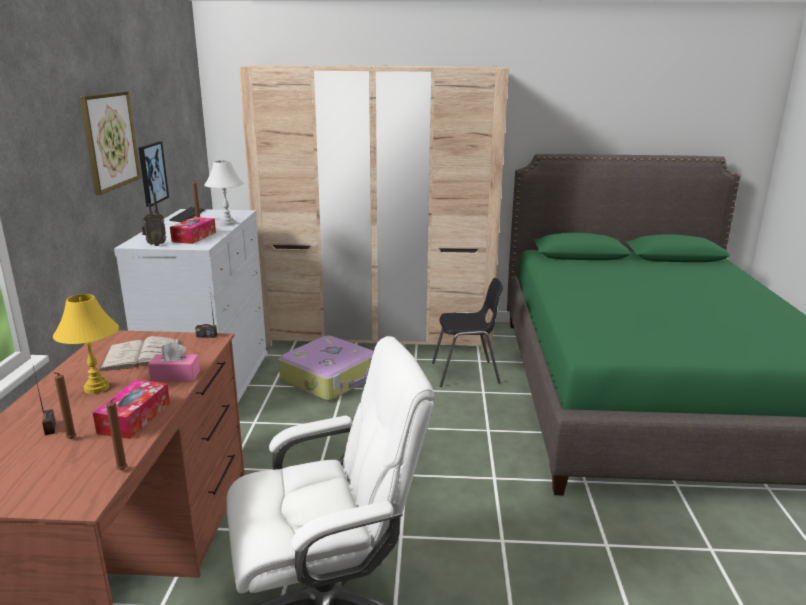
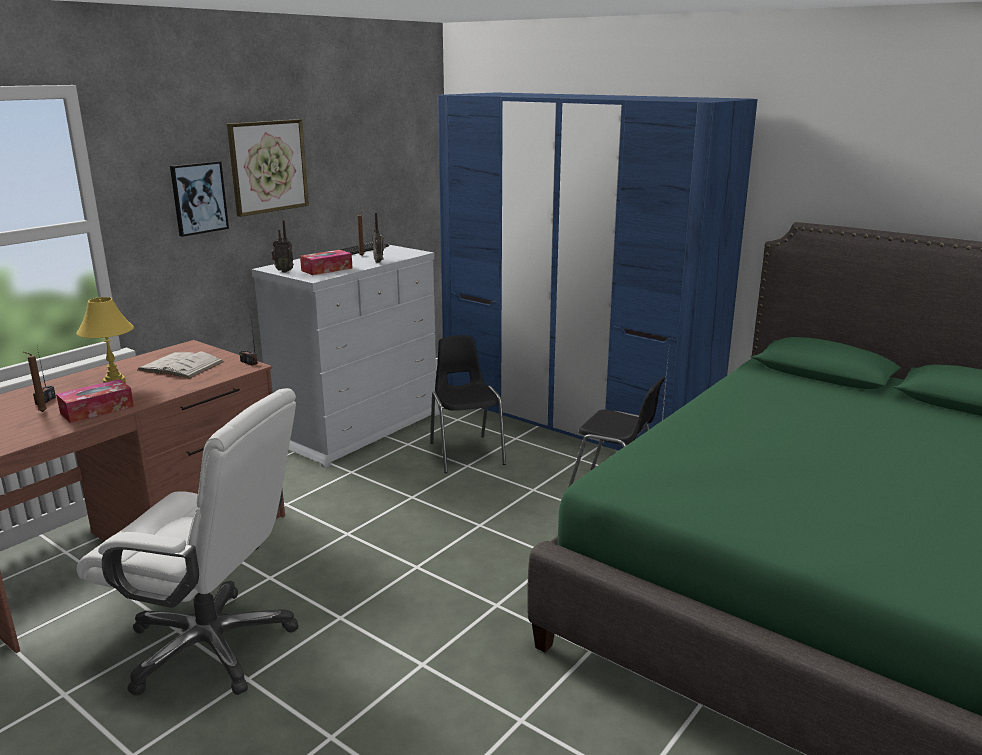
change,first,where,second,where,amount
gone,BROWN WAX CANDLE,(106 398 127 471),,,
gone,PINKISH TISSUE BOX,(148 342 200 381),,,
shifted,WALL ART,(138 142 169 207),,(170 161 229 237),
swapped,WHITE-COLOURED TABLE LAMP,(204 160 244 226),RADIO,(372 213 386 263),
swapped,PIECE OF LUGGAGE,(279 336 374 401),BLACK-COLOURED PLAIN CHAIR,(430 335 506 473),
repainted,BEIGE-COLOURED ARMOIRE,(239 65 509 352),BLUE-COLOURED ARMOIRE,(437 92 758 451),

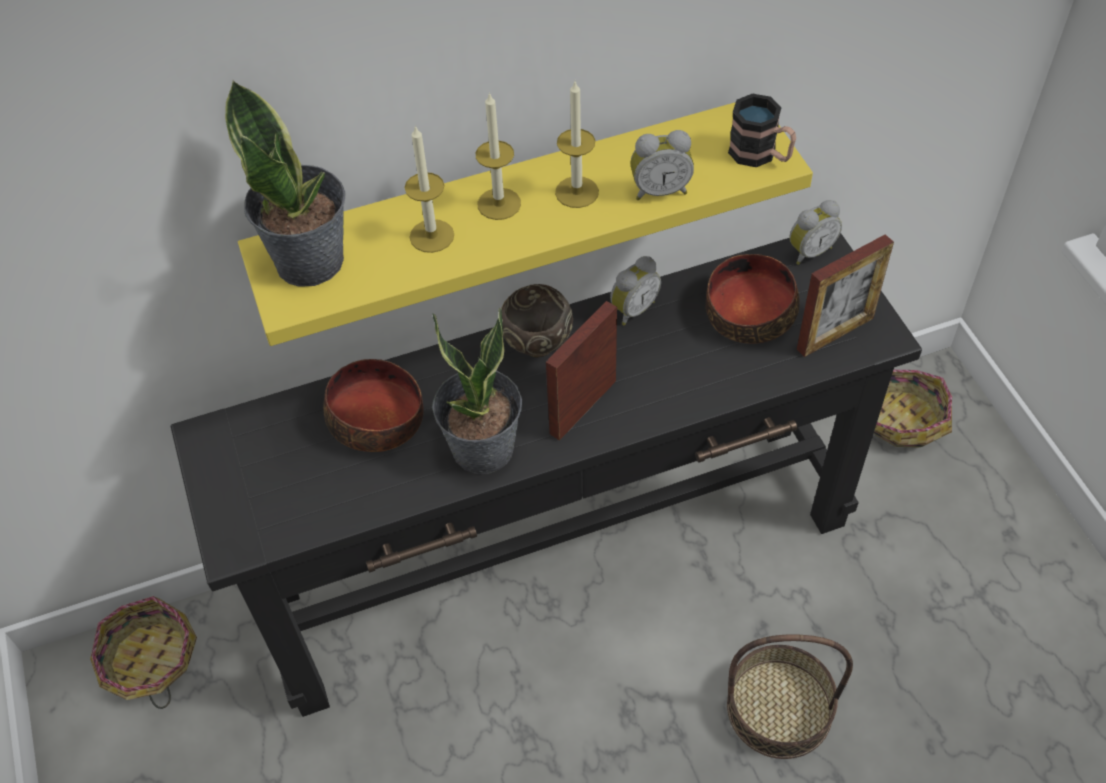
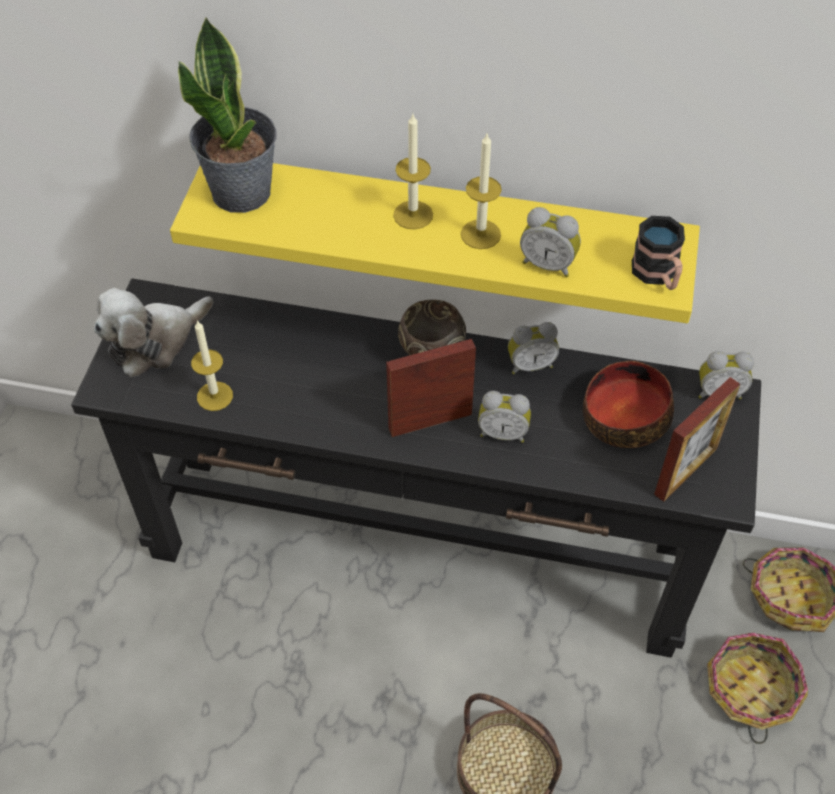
change,first,where,second,where,amount
gone,BOWL,(323 359 424 452),,,
gone,HOUSEPLANT,(432 308 522 474),,,
new,,,SOFT TOY,(94 288 213 377),
new,,,ALARM CLOCK,(478 391 531 443),
shifted,HOUSEHOLD BASKET,(90 596 197 709),,(707 633 808 744),
shifted,WAX CANDLE,(405 126 454 253),,(191 320 233 411),
rotated,STANDING FRAME,(797 234 894 357),,(654 377 740 502),45 degrees counterclockwise

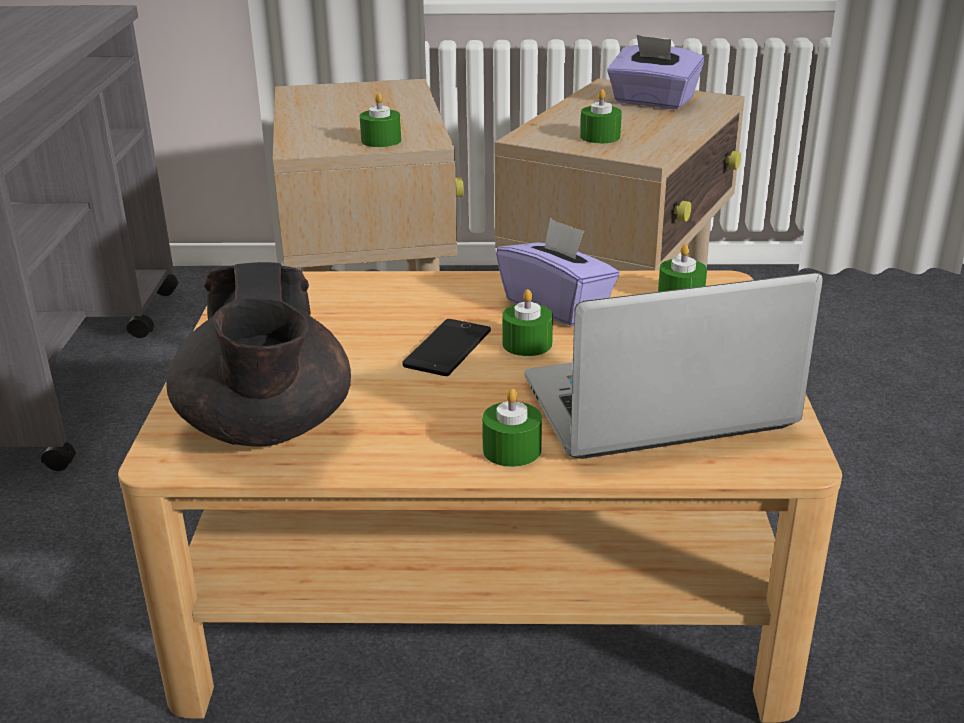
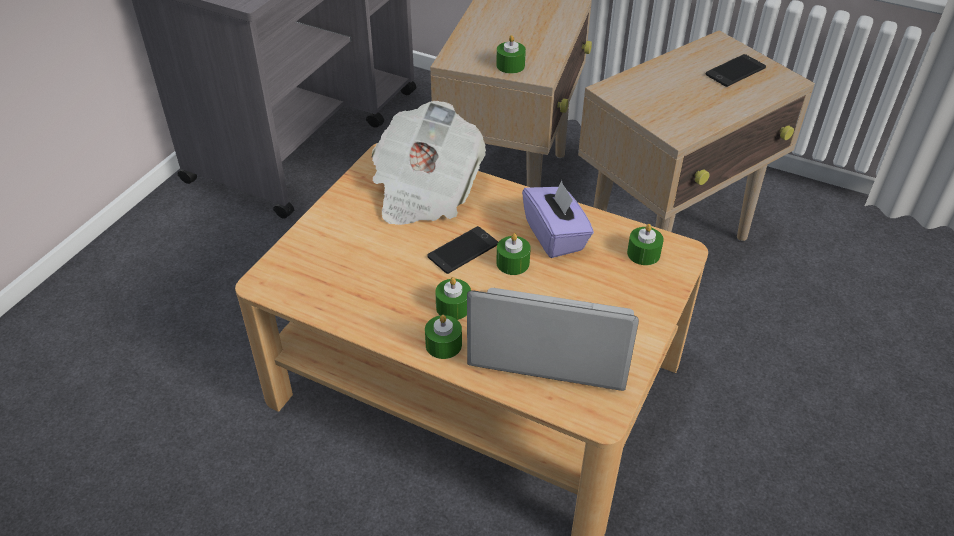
change,first,where,second,where,amount
gone,BLACK-COLOURED TEAPOT,(166 262 351 447),,,
new,,,NEWSPAPER,(371 101 486 225),
shifted,GREEN WAX CANDLE,(580 89 622 143),,(435 277 471 320),
swapped,PURPLE-COLOURED TISSUE BOX,(607 35 704 109),HANDSET,(706 54 766 87),

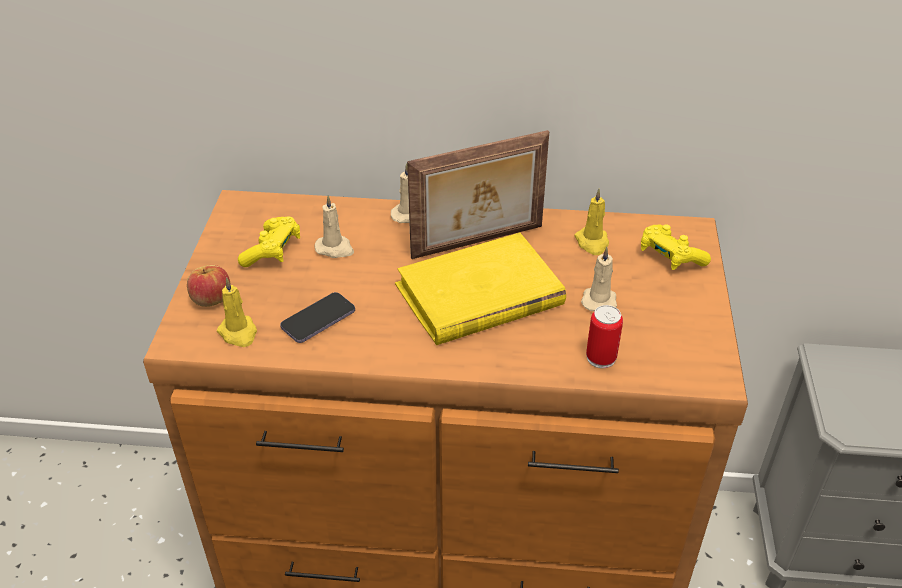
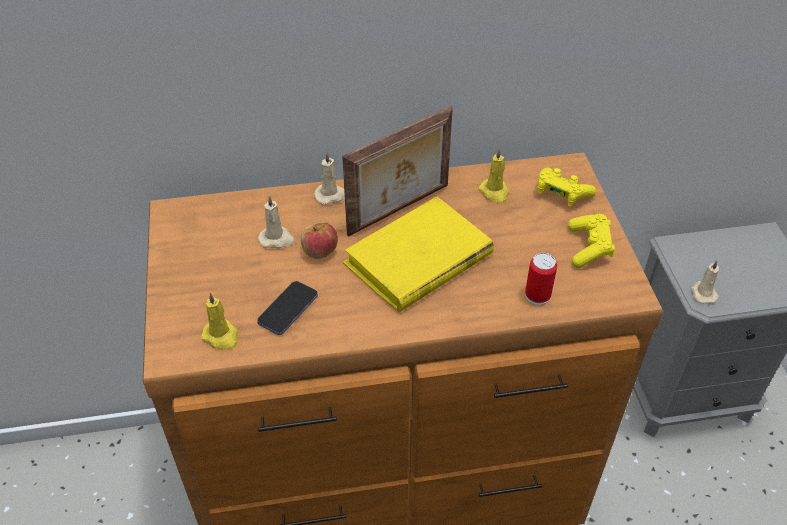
change,first,where,second,where,amount
shifted,APPLE,(187 265 230 307),,(301 222 338 259),
shifted,YELLOWISH JOYPAD,(238 216 300 267),,(568 214 615 268),
shifted,BEIGE-COLOURED WAX CANDLE,(581 247 617 311),,(691 261 719 304),

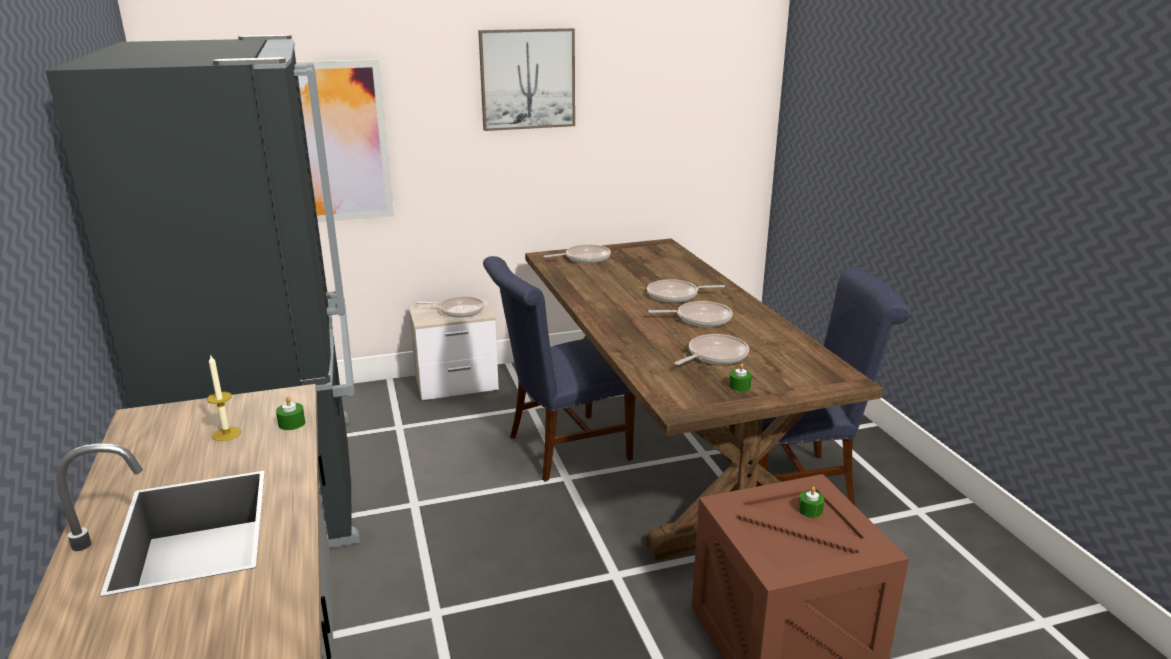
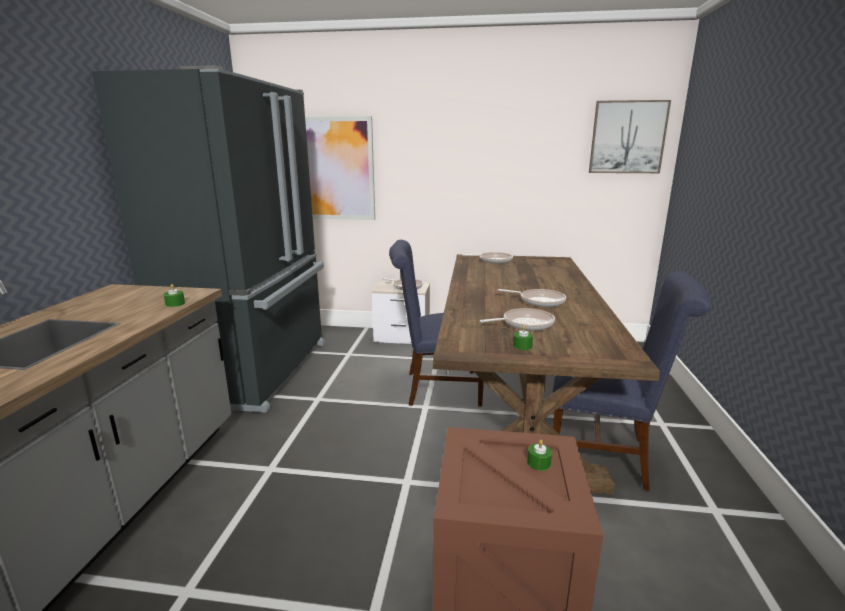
change,first,where,second,where,amount
gone,WAX CANDLE,(206 354 241 441),,,
gone,SKILLET,(647 279 725 303),,,
shifted,WALL ART,(478 28 575 131),,(589 100 671 173),

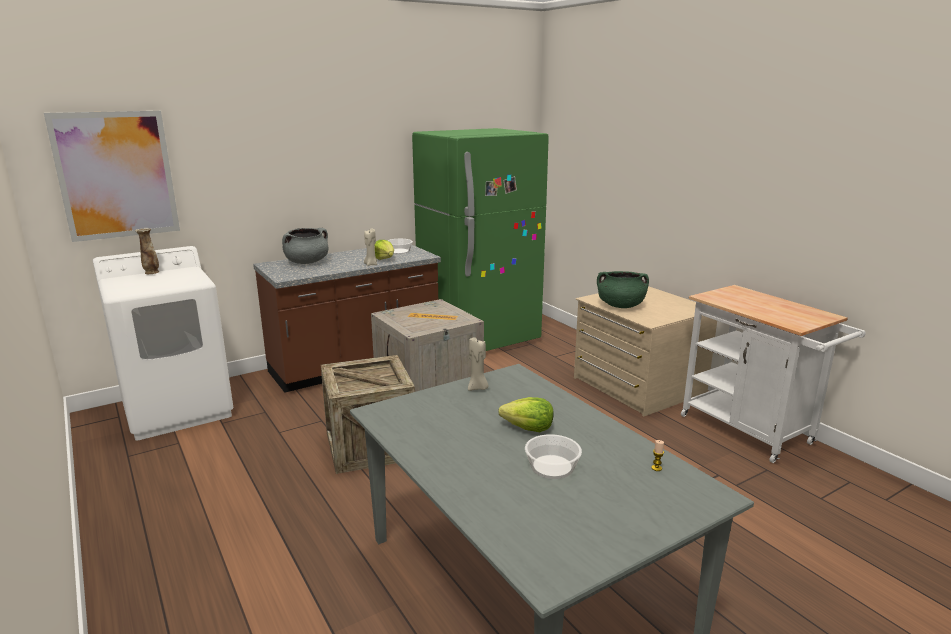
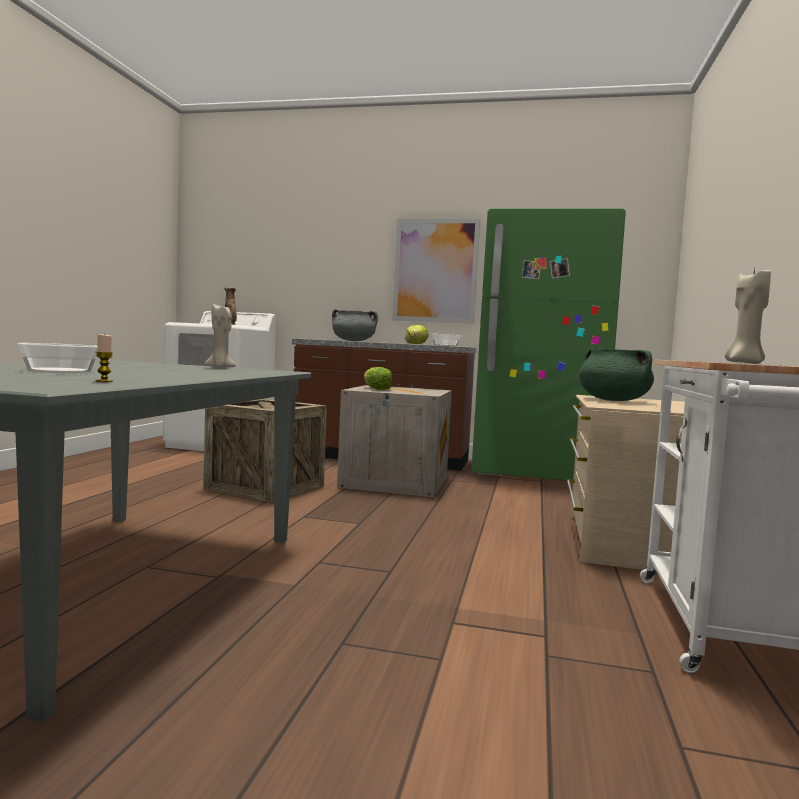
change,first,where,second,where,amount
shifted,WALL ART,(44 111 180 242),,(392 218 480 324),
shifted,BEIGE-COLOURED WAX CANDLE,(364 228 377 266),,(725 268 771 364),
shifted,LETTUCE HEAD,(498 397 554 432),,(364 367 392 390),

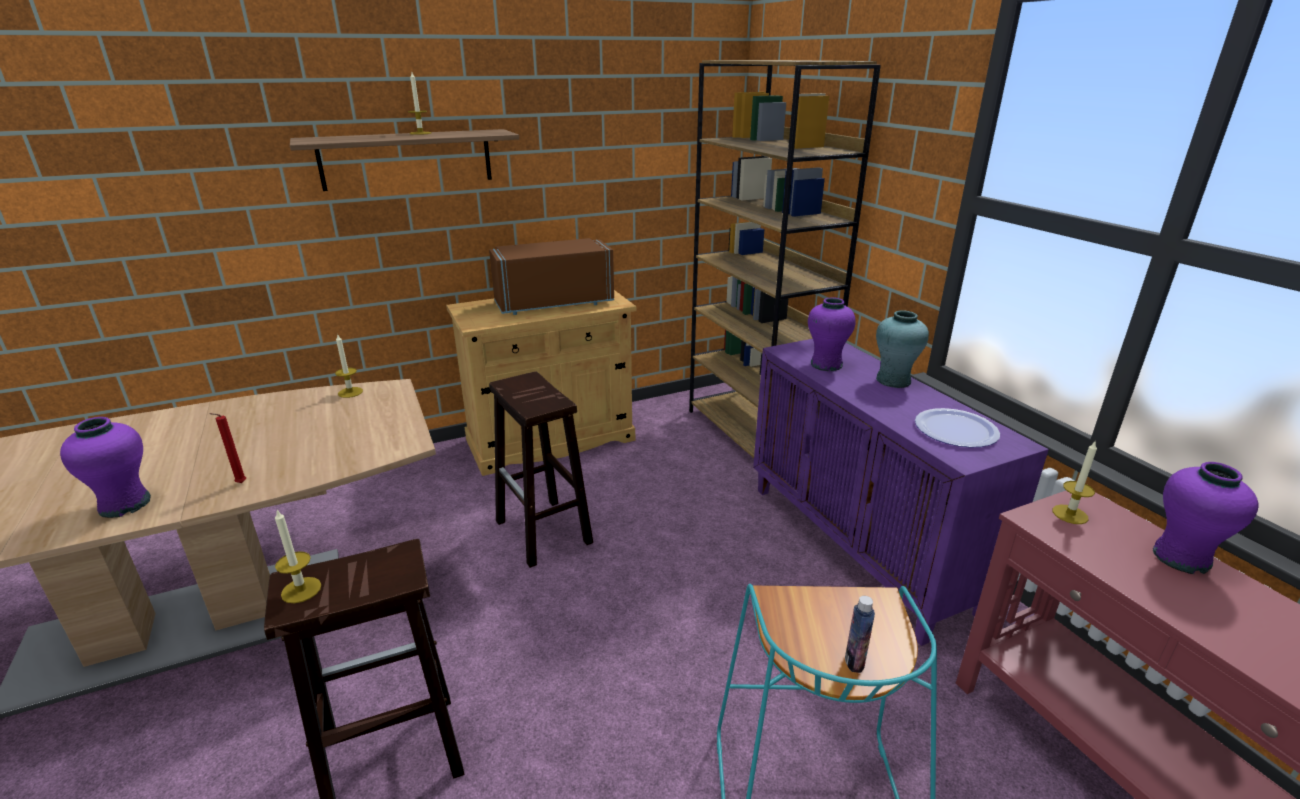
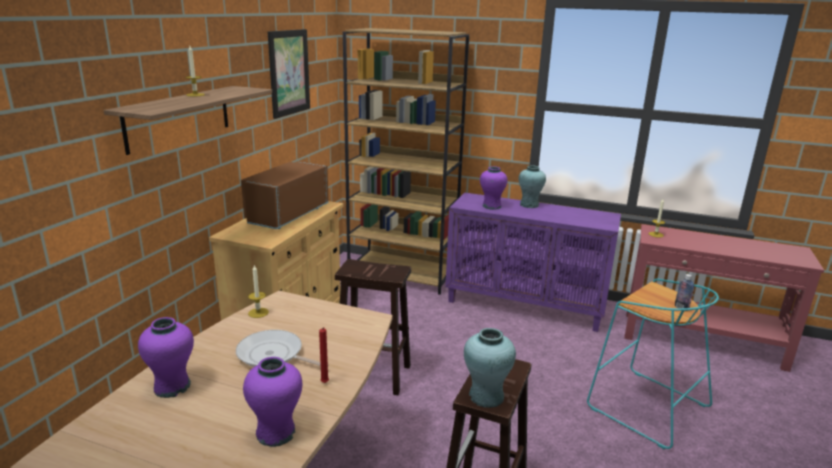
change,first,where,second,where,amount
gone,PLATE,(915 408 1000 447),,,
new,,,SKILLET,(236 330 329 367),
new,,,WALL ART,(268 29 310 119),
shifted,PURPLE-COLOURED DECORATIVE VASE,(1153 462 1258 574),,(138 317 194 398),
swapped,WAX CANDLE,(275 510 321 603),TURQUOISE-COLOURED DECORATIVE VASE,(464 328 516 408),

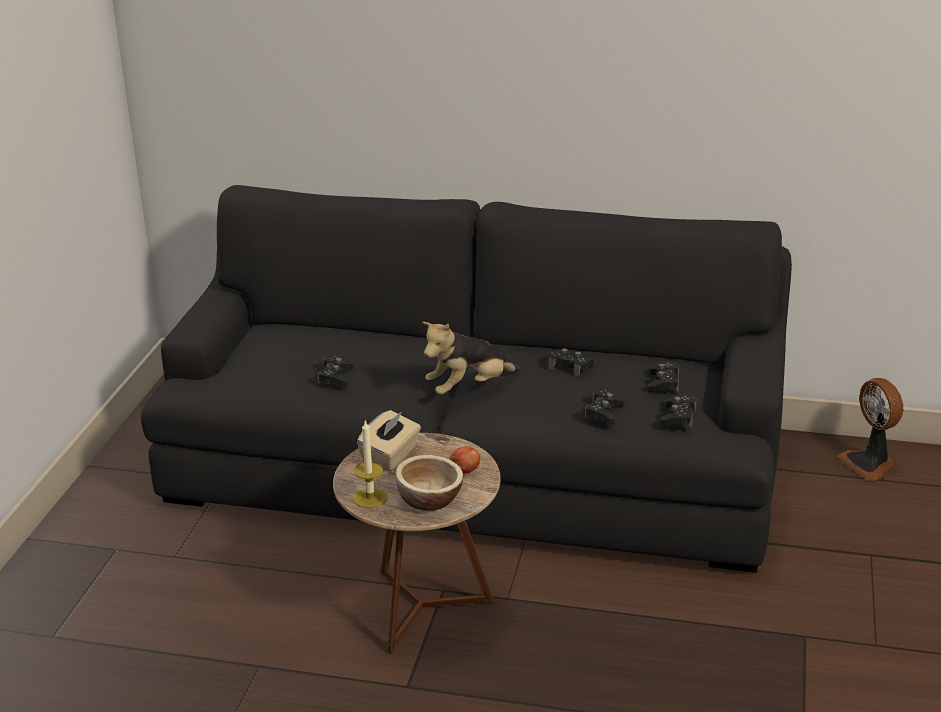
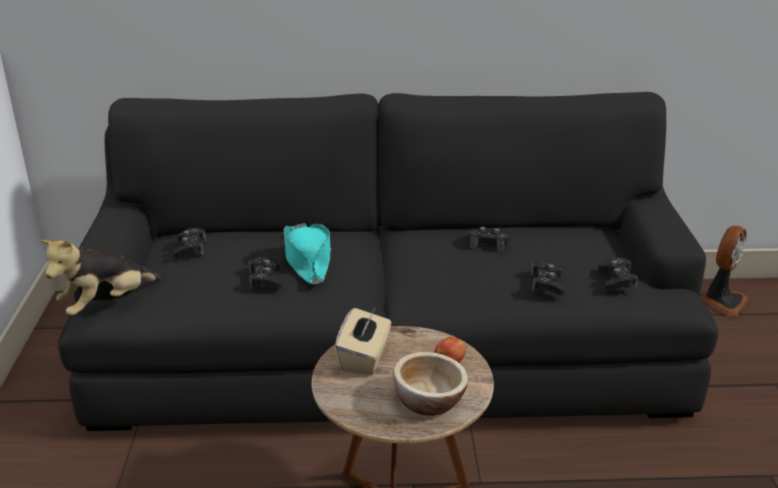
change,first,where,second,where,amount
gone,WAX CANDLE,(353 420 387 508),,,
new,,,TURQUOISE-COLOURED HAT,(284 223 331 284),
shifted,SOFT TOY,(422 322 520 395),,(39 239 161 316),
shifted,BLACK-COLOURED JOYPAD,(648 361 680 392),,(173 227 206 259),
rotated,ELECTRIC FAN,(837 378 903 481),,(701 226 749 317),105 degrees counterclockwise

